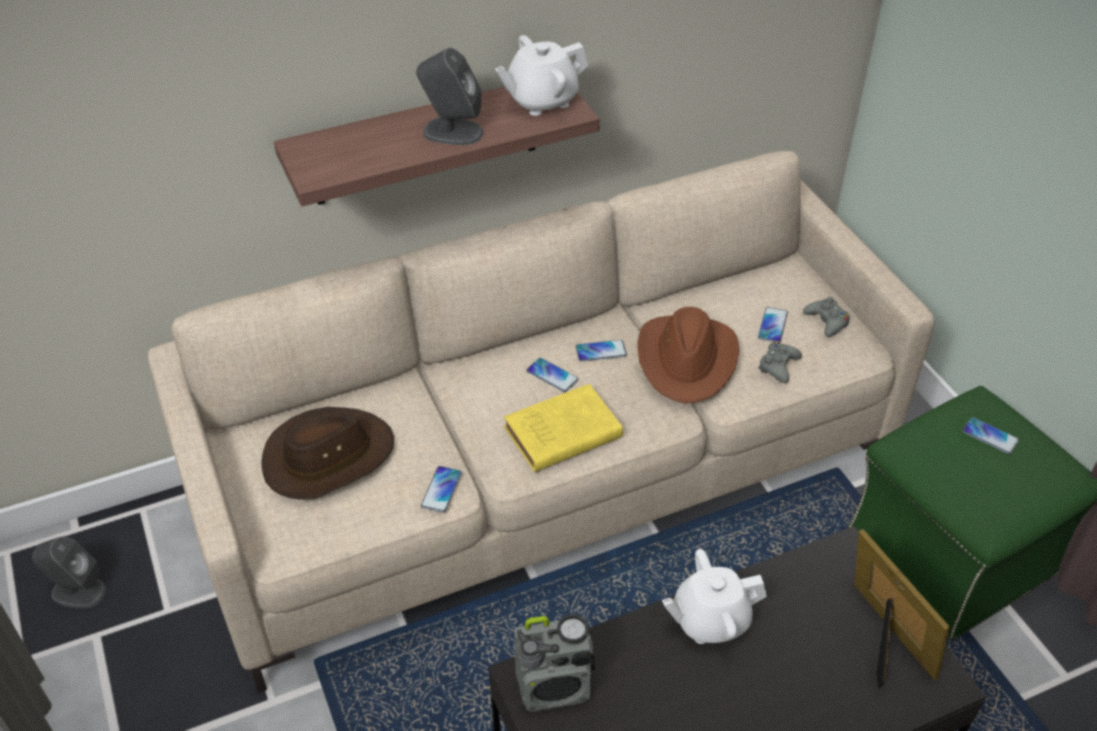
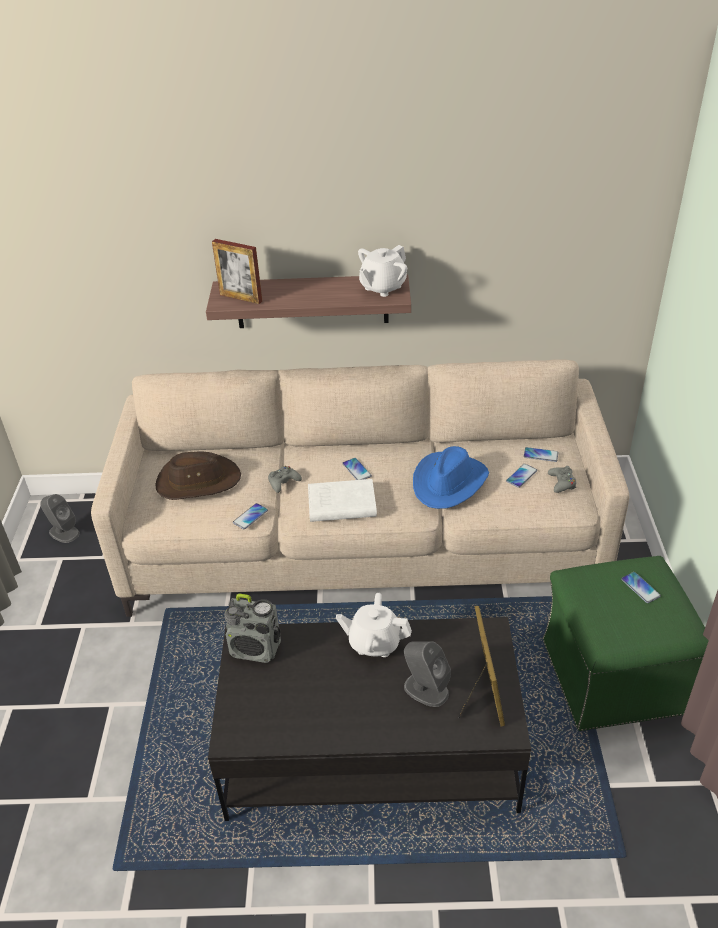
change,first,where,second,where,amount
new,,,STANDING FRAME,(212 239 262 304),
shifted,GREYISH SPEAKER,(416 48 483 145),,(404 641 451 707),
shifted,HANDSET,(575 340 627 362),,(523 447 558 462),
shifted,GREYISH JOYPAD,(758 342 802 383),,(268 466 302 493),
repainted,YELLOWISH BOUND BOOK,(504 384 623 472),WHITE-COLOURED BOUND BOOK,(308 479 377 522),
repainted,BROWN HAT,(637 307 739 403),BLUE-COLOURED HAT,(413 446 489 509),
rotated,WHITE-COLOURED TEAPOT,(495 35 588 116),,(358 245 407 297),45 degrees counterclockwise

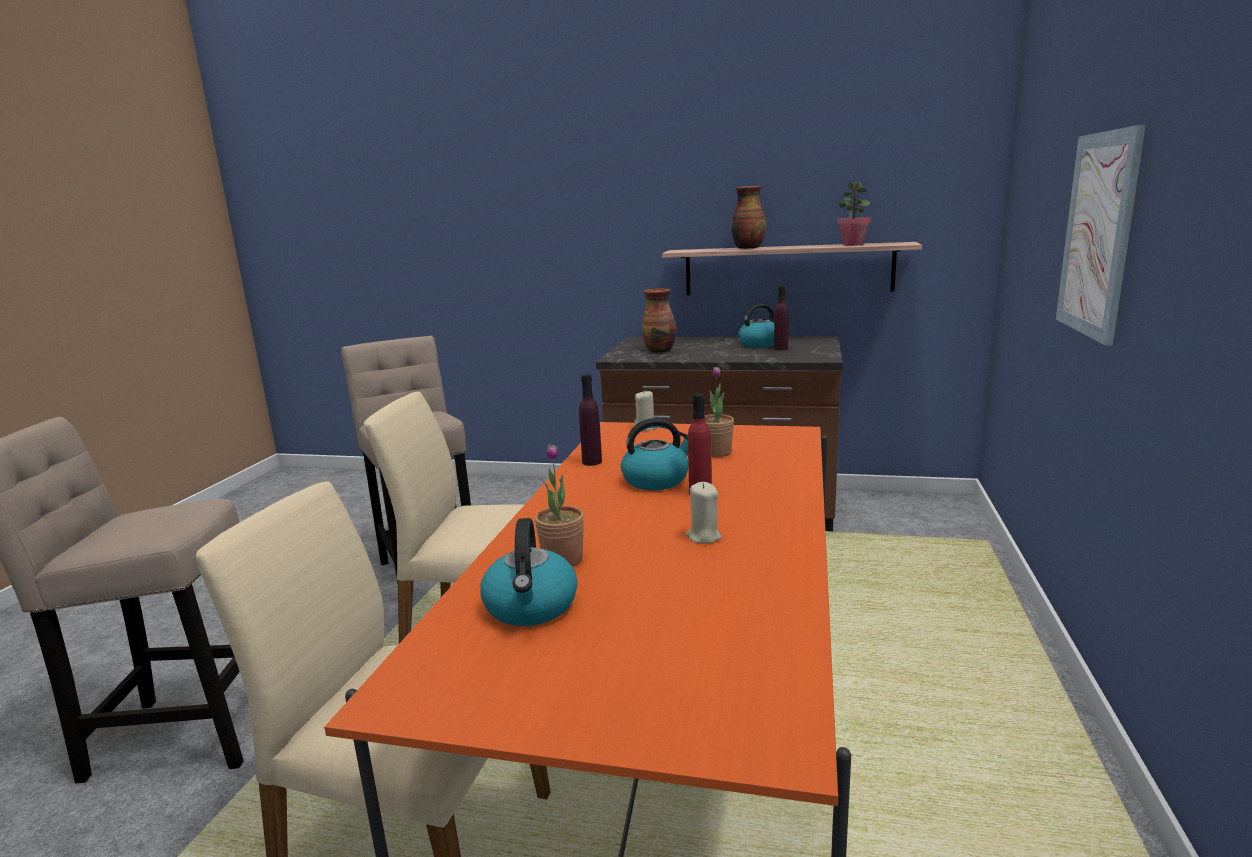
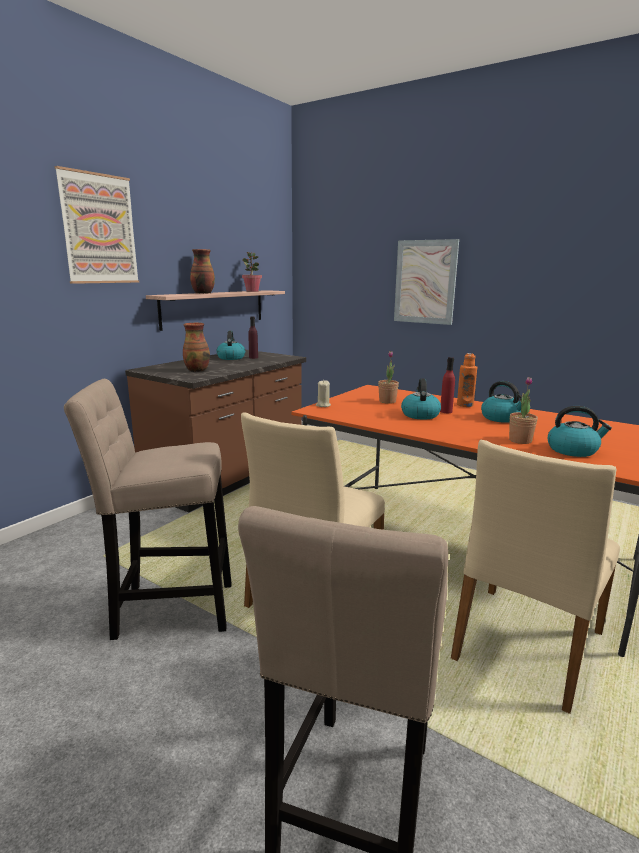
change,first,where,second,where,amount
gone,PURPLE-COLOURED BOTTLE,(579 374 602 466),,,
new,,,WALL ART,(54 166 139 284),
new,,,ORANGEY BOTTLE,(457 353 478 407),
swapped,BEIGE-COLOURED WAX CANDLE,(686 482 722 544),TEA KETTLE,(481 381 522 423),

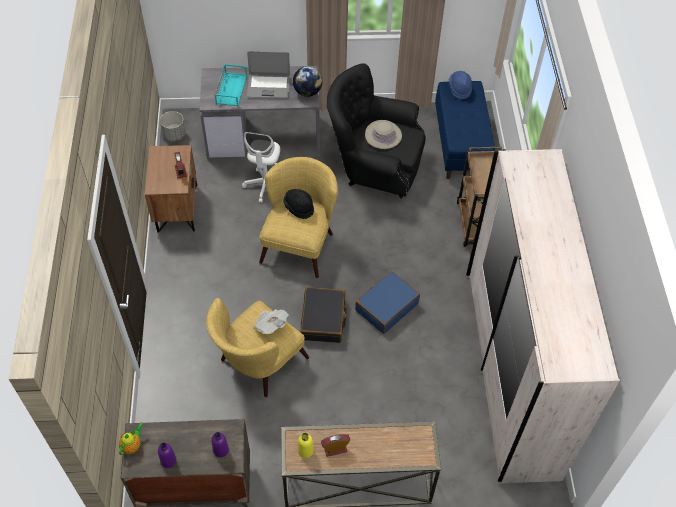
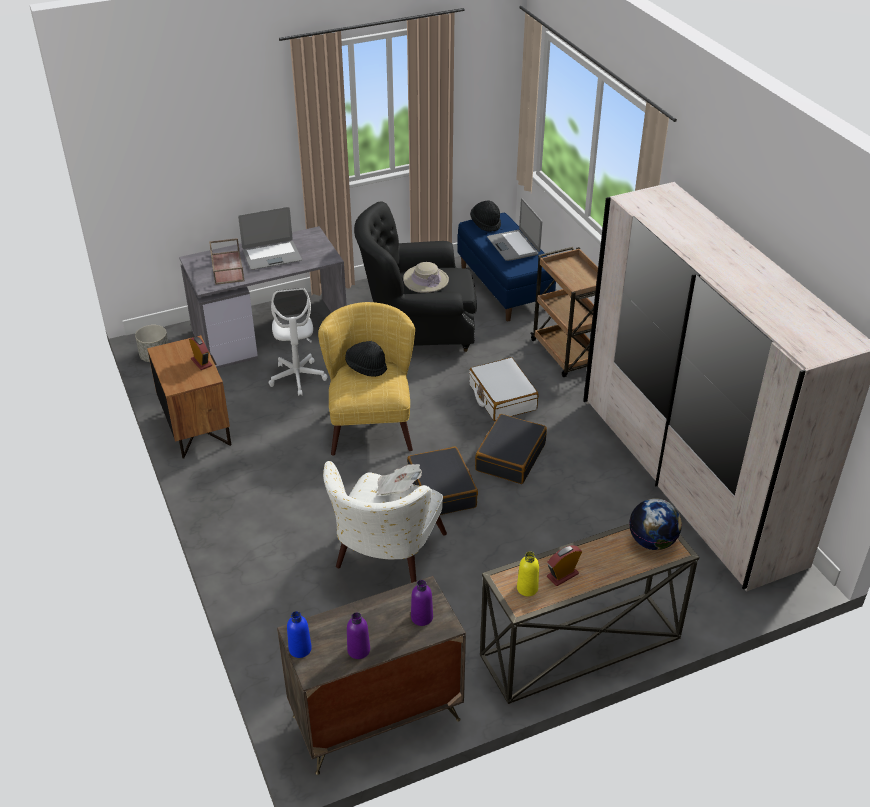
change,first,where,second,where,amount
new,,,WHITE-COLOURED PIECE OF LUGGAGE,(469 357 539 421),
new,,,NOTEBOOK COMPUTER,(487 198 542 261),
shifted,WORLD GLOBE,(293 66 323 97),,(629 498 682 550),
swapped,TEAPOT,(119 422 143 455),BLUE-COLOURED BOTTLE,(287 611 312 658),
repainted,YELLOWISH LOUNGE CHAIR,(206 298 309 397),WHITE-COLOURED LOUNGE CHAIR,(323 461 447 583),
repainted,TURQUOISE-COLOURED CARRYING TRAY,(215 64 247 106),BROWN CARRYING TRAY,(209 238 244 285),
repainted,BLUE-COLOURED PIECE OF LUGGAGE,(355 271 420 334),BLACK-COLOURED PIECE OF LUGGAGE,(475 414 547 484),
repainted,BLUE-COLOURED HAT,(449 71 472 99),BLACK-COLOURED HAT,(470 201 501 232),

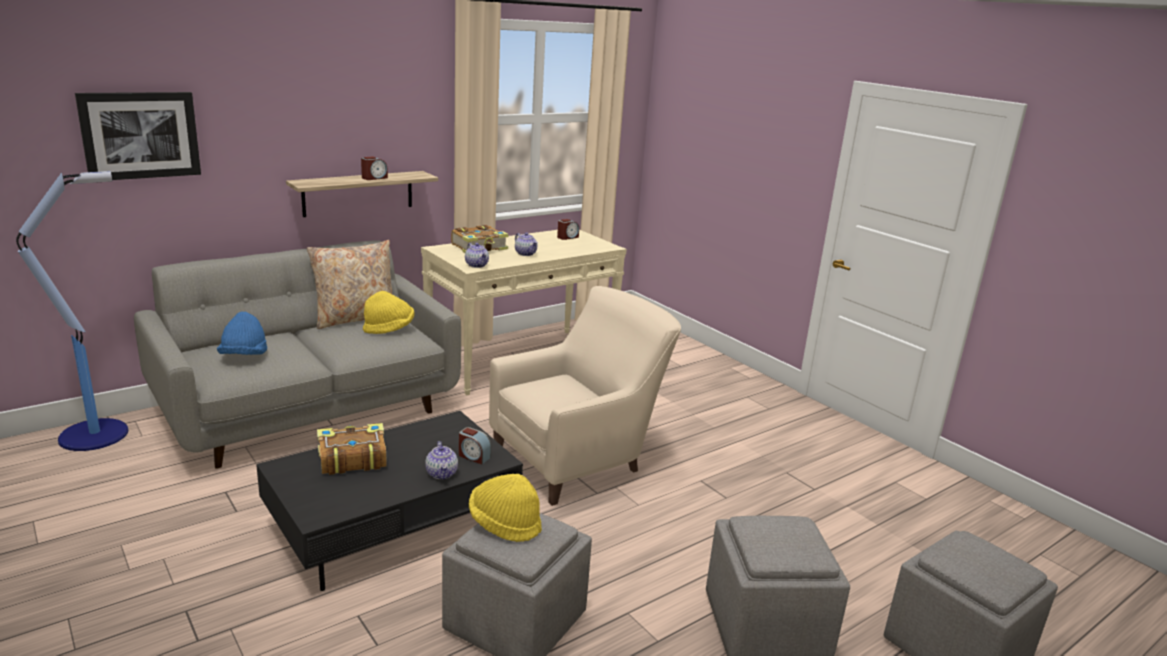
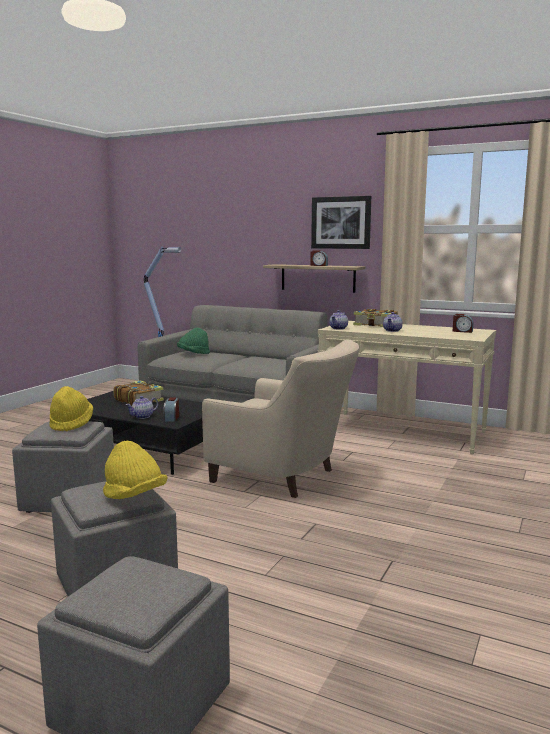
change,first,where,second,where,amount
gone,BEIGE-COLOURED CUSHION,(307 240 393 329),,,
shifted,WALL ART,(75 92 201 180),,(311 196 371 249),
shifted,YELLOWISH HAT,(363 291 414 334),,(103 441 167 499),
repainted,BLUE-COLOURED HAT,(217 312 267 355),GREEN HAT,(177 328 210 354),

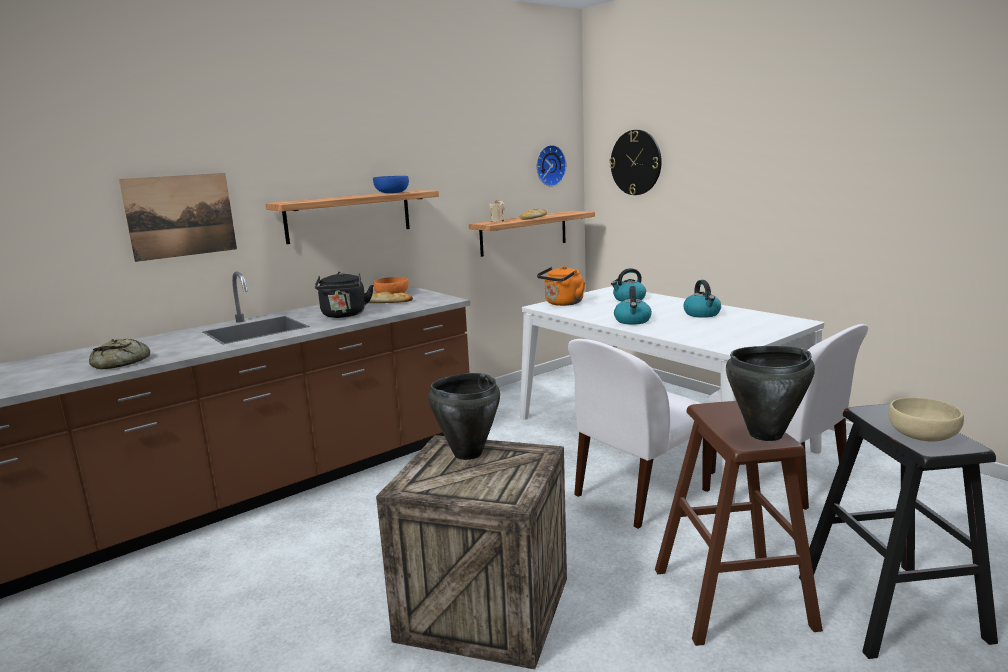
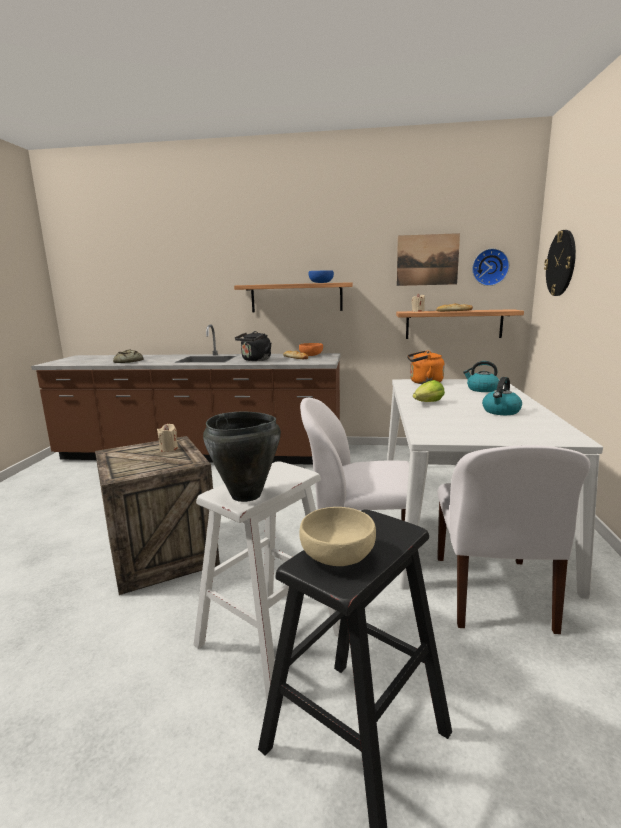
change,first,where,second,where,amount
shifted,WALL ART,(119 173 237 262),,(397 233 460 286),
swapped,BLACK-COLOURED STOCKPOT,(428 373 500 460),BEIGE-COLOURED WAX CANDLE,(157 424 178 452),
swapped,TEA KETTLE,(614 286 652 325),LETTUCE HEAD,(413 380 445 402),
repainted,BROWN SITTING STOOL,(655 401 823 646),WHITE-COLOURED SITTING STOOL,(194 461 341 700),

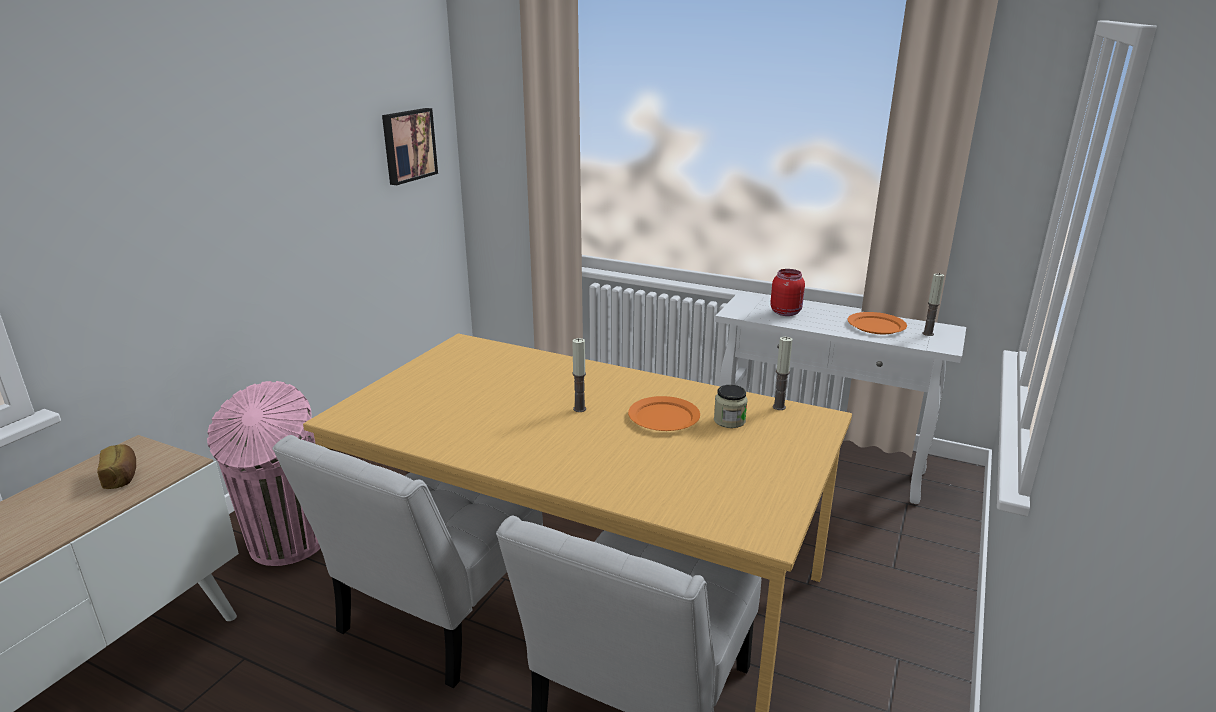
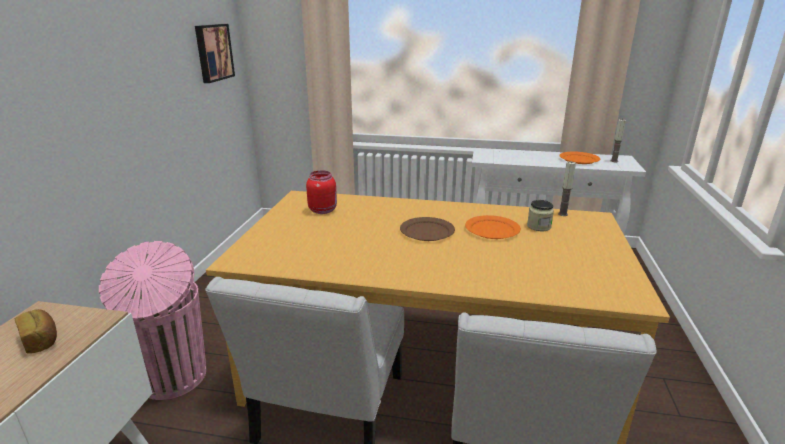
change,first,where,second,where,amount
shifted,RED JAR,(770 269 805 316),,(306 171 337 214),
swapped,WAX CANDLE,(572 338 586 412),BROWN PLATE,(400 217 455 241),

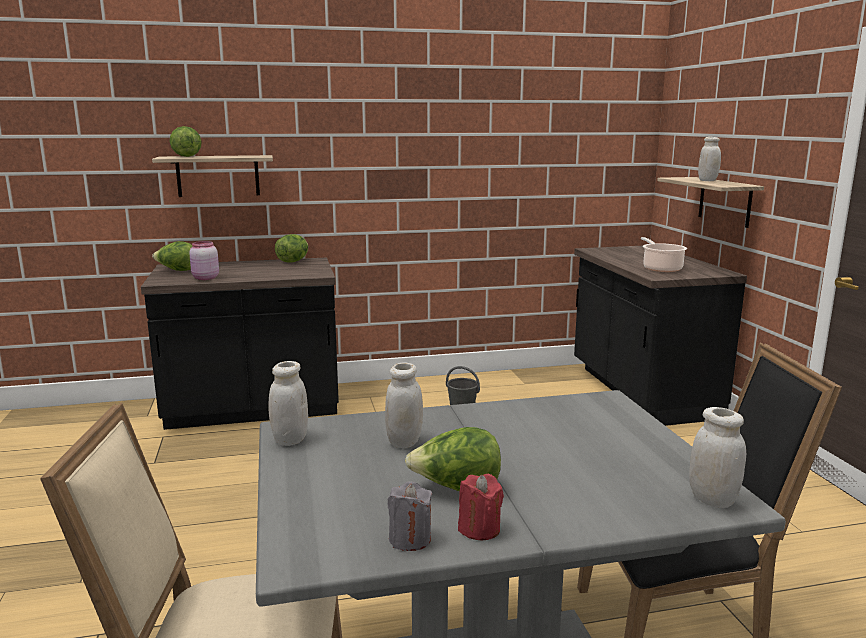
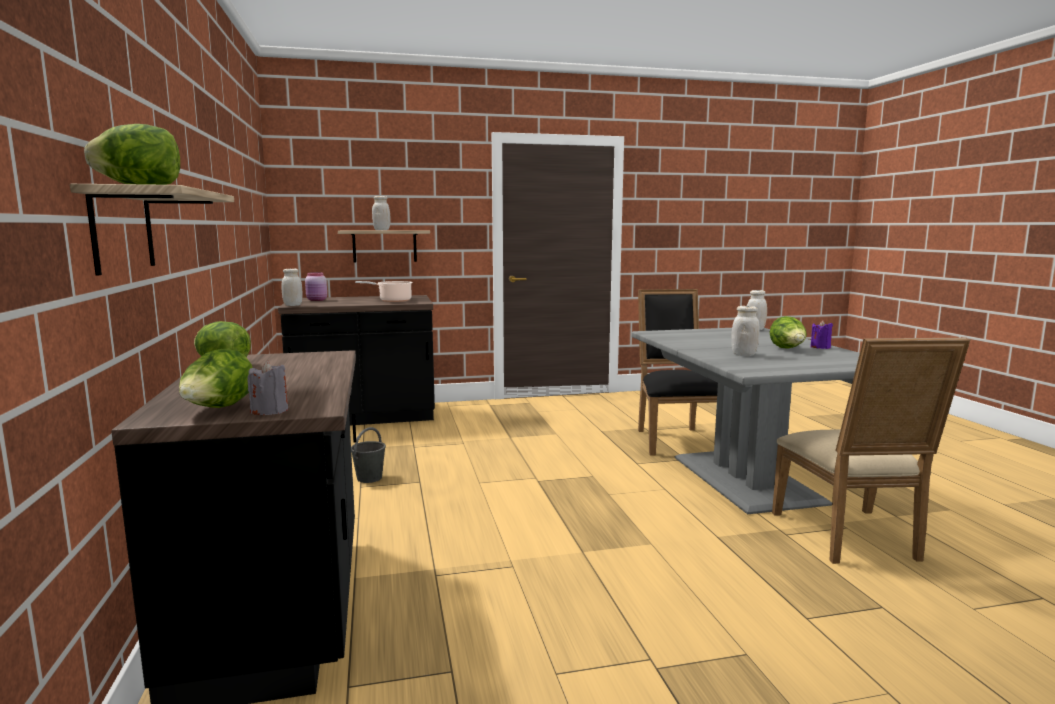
change,first,where,second,where,amount
shifted,PINKISH JAR,(189 241 219 280),,(305 272 327 301),
shifted,WHITE-COLOURED JAR,(269 361 308 446),,(282 269 303 306),
shifted,GREYISH WAX CANDLE,(388 481 432 551),,(248 360 288 415),
repainted,RED WAX CANDLE,(458 474 504 540),PURPLE-COLOURED WAX CANDLE,(810 320 833 349),

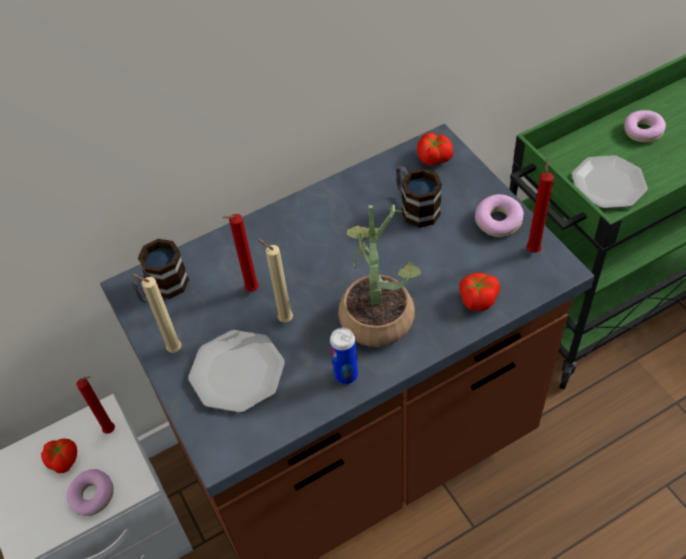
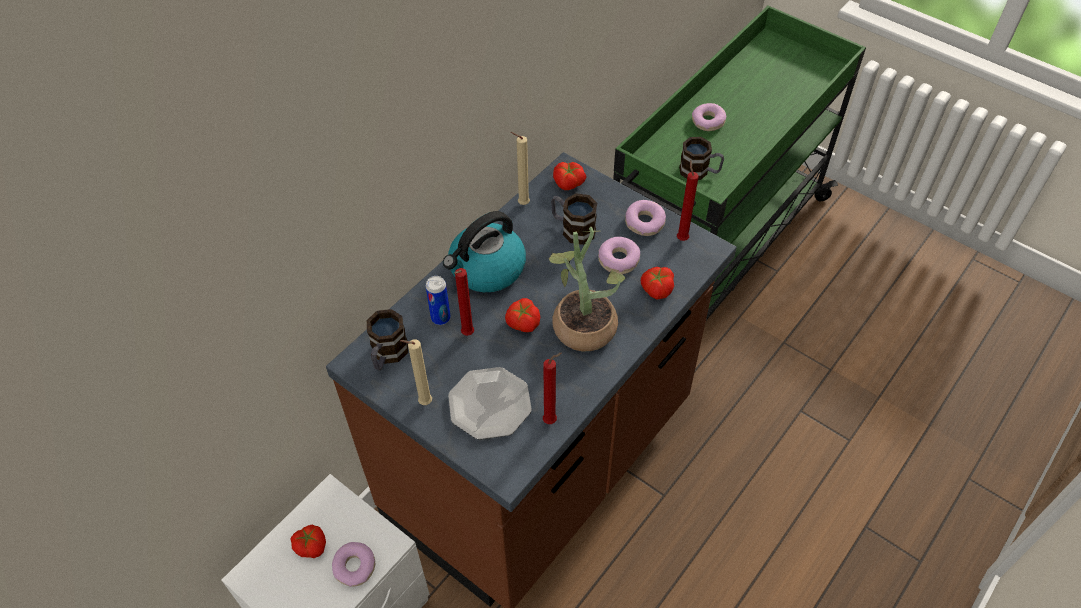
change,first,where,second,where,amount
new,,,TEA KETTLE,(443 211 526 292),
new,,,FRESH TOMATO,(505 298 540 332),
new,,,RING DOUGHNUT,(598 237 640 274),
shifted,RED WAX CANDLE,(77 376 115 434),,(543 353 562 424),
shifted,BEIGE-COLOURED WAX CANDLE,(257 238 293 322),,(511 132 530 205),
shifted,SEALED CAN,(330 328 358 384),,(426 276 451 325),
swapped,PLATE,(572 155 648 209),MUG,(679 137 724 180),

